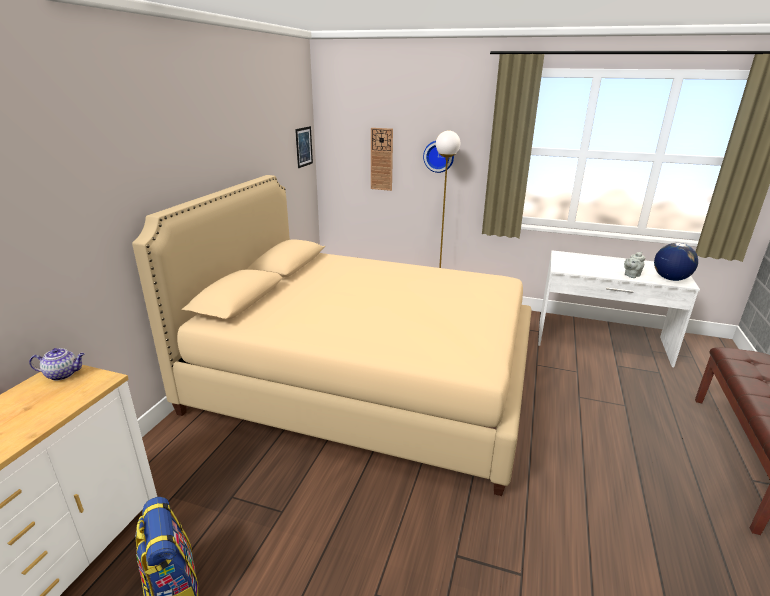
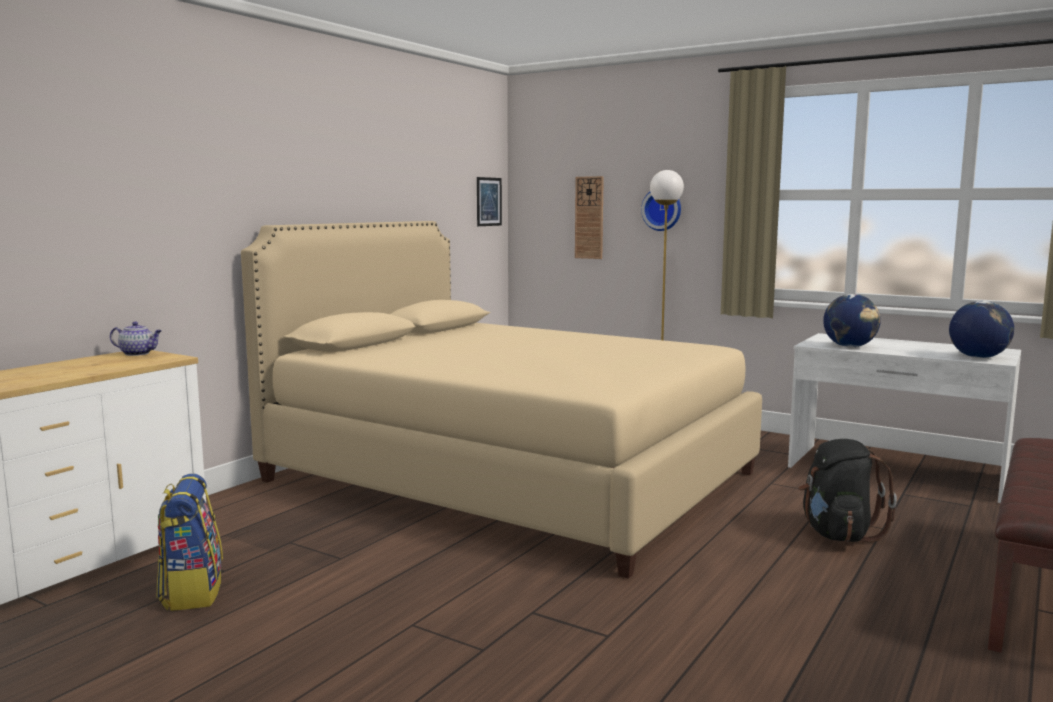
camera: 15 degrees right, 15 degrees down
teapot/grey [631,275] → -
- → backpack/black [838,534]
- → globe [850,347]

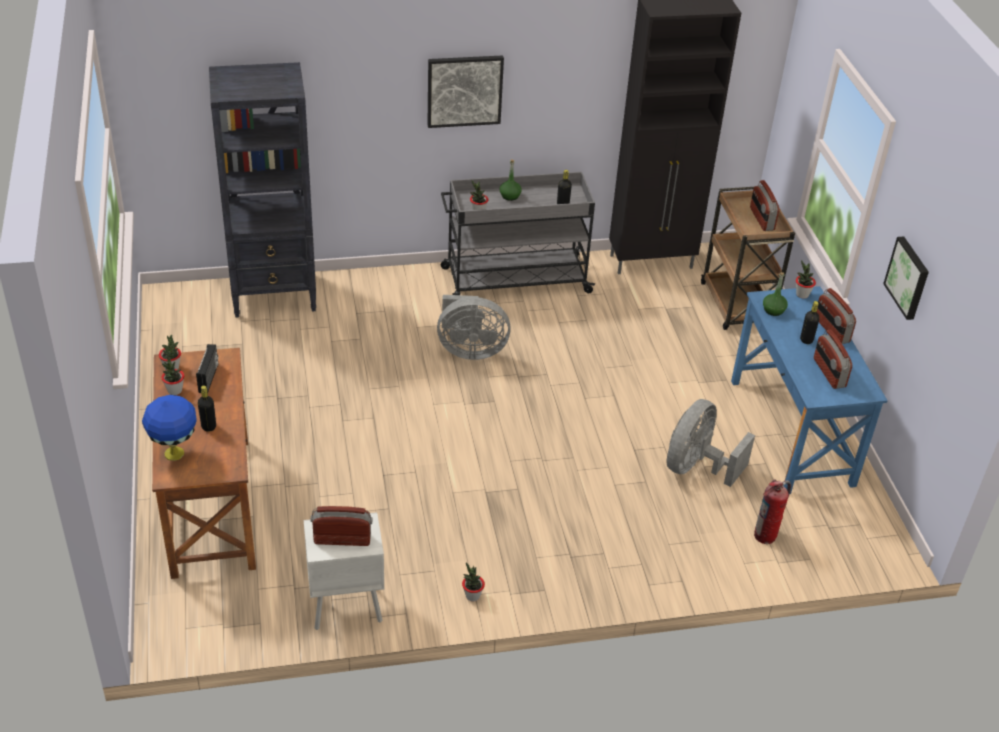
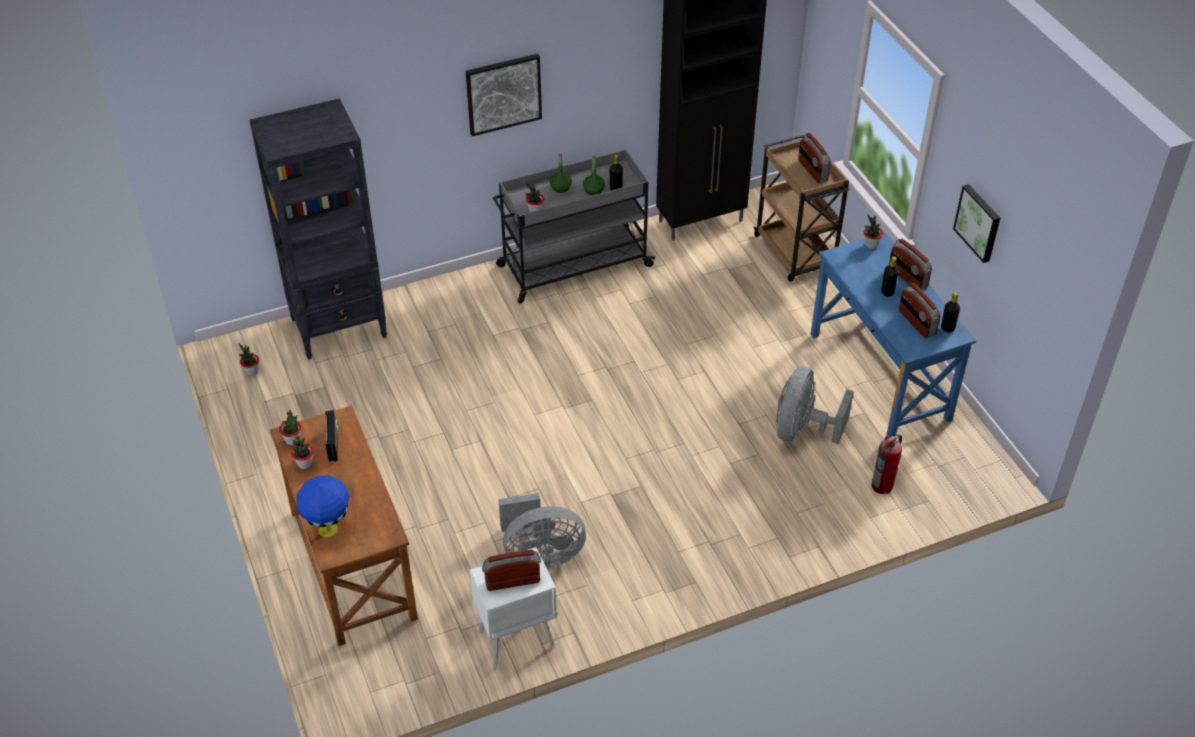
camera: 10 degrees left, 5 degrees up
drink bottle/black [208,426] → drink bottle/black [947,328], relocated
electric fan/grey [470,350] → electric fan/grey [540,555], relocated
plant in a pot [472,596] → plant in a pot [252,371], relocated
drink bottle/greenish [773,310] → drink bottle/greenish [593,190], relocated

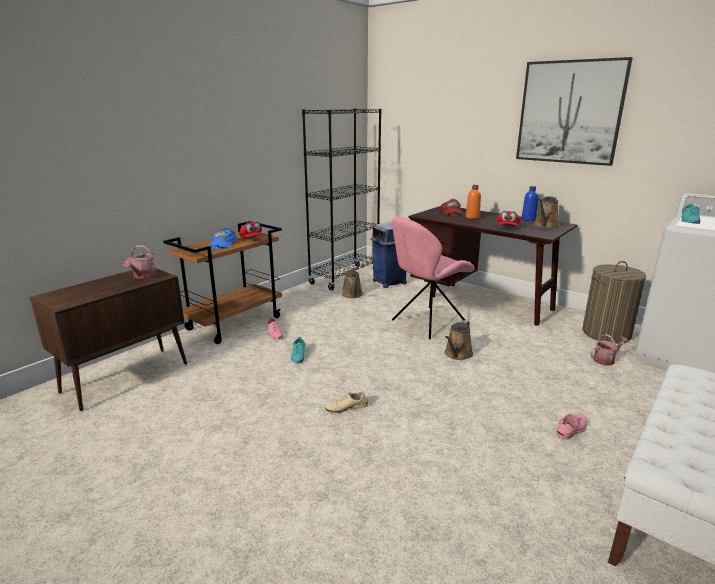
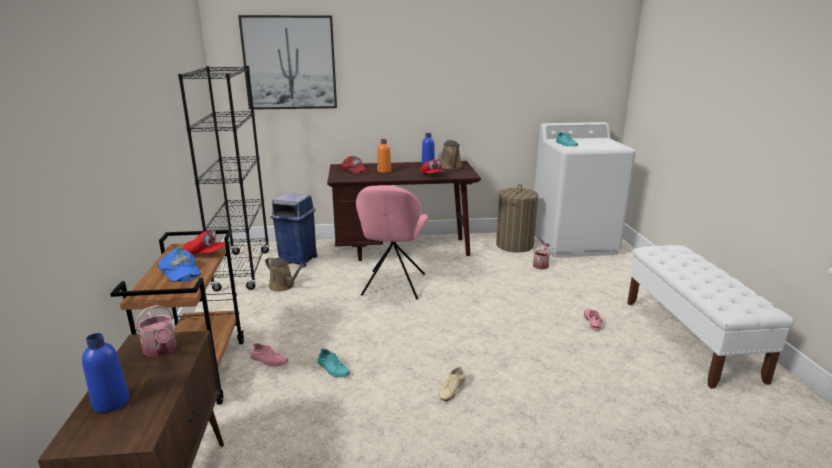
camera: 45 degrees left, 0 degrees up
sprinkling can/brown-coloured [457,354] → -
- → drink bottle/bluish [111,402]
picture [569,112] → picture [290,63], relocated

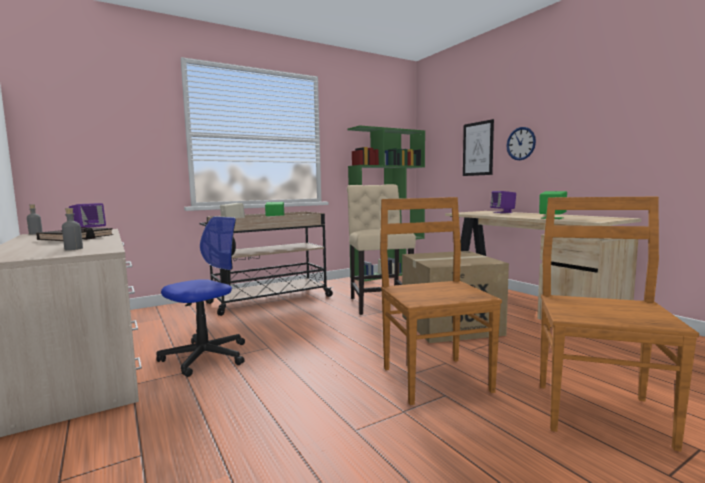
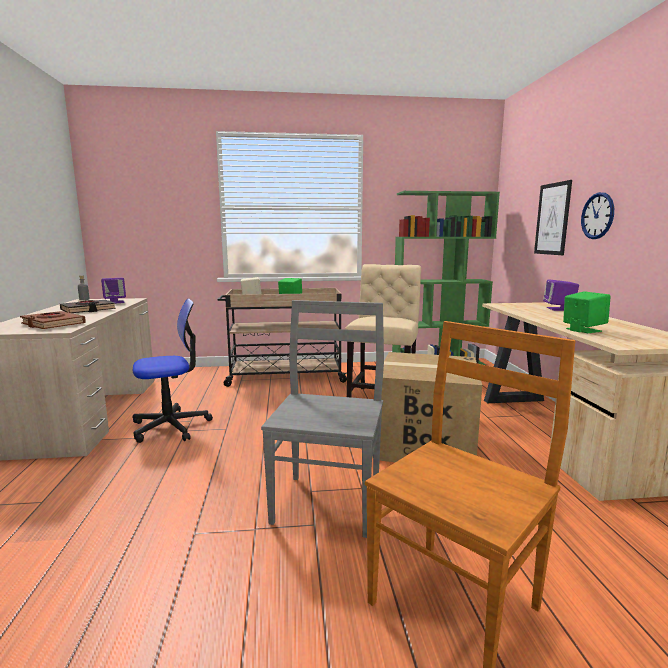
camera: 25 degrees right, 5 degrees up
drink bottle/grey [73,249] → bound book/brown-coloured [53,324]
chair/brown-coloured [434,378] → chair/grey [328,502]

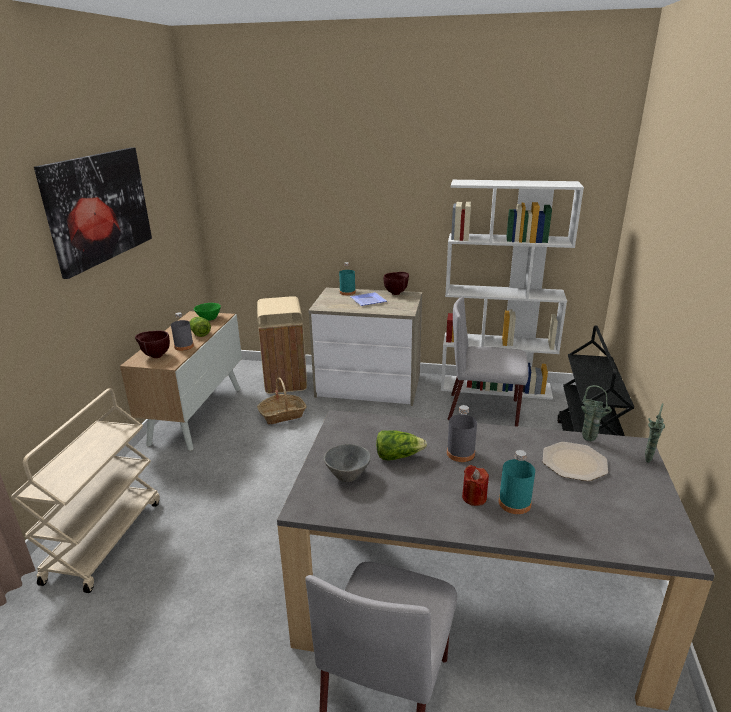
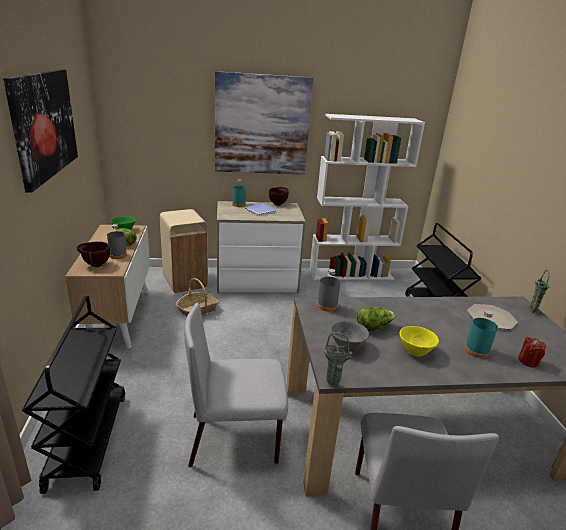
camera: 20 degrees left, 0 degrees up
- → picture [262,125]
- → serving bowl/yellowish [416,351]
drink bottle/grey [460,453] → drink bottle/grey [327,306], relocated
chair/grey [484,410] → chair/grey [236,438], relocated
wax candle/reddish [474,497] → wax candle/reddish [528,361], relocated
flower vase/greenish [590,441] → flower vase/greenish [334,384], relocated
trolley/sand-coloured [104,539] → trolley/black [87,439]

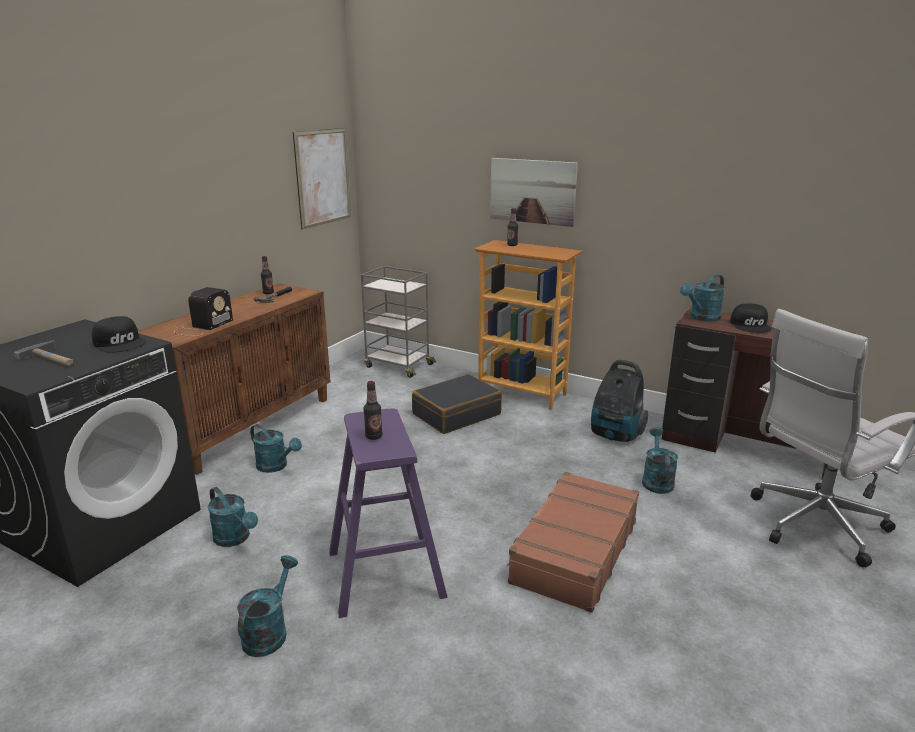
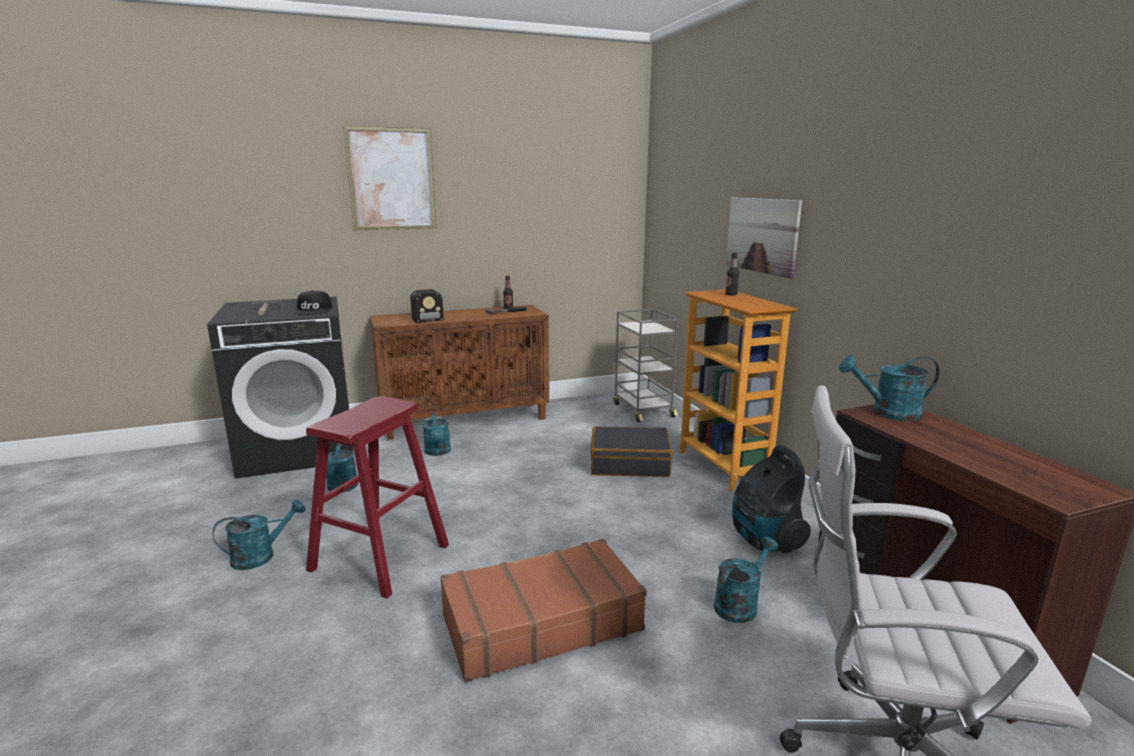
camera: 40 degrees right, 5 degrees down
drink bottle [373,436] → -
cap/black [751,325] → -
picture [323,177] → picture [391,179], relocated
stool/purplish [385,573] → stool/reddish [380,557]

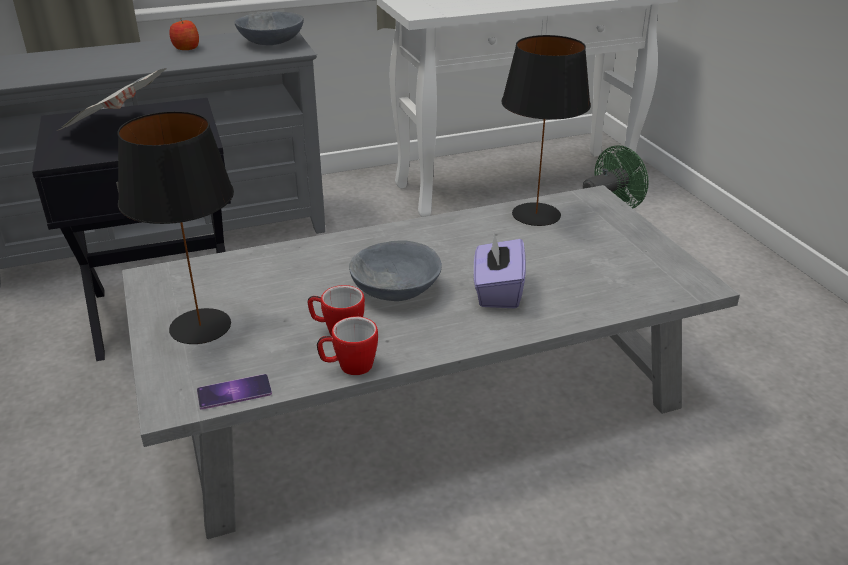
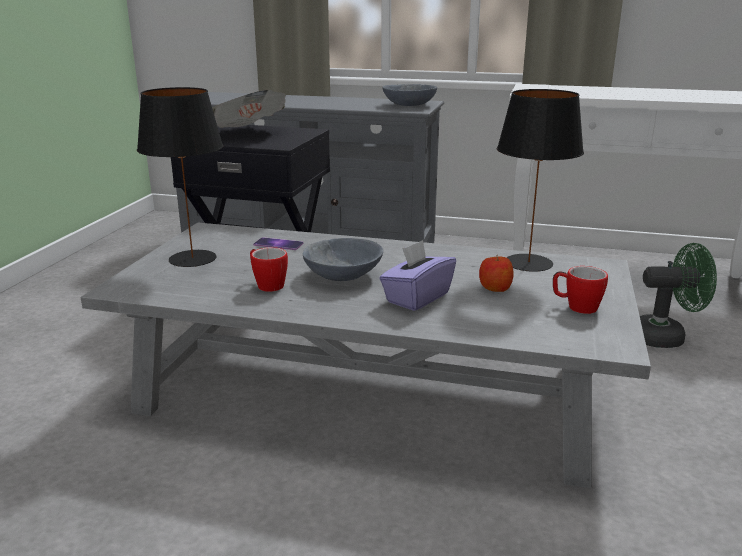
camera: 35 degrees right, 10 degrees down
whole apple [186,48] → whole apple [495,288], relocated
phone [234,392] → phone [278,244], relocated
coffee mug [349,367] → coffee mug [576,307], relocated

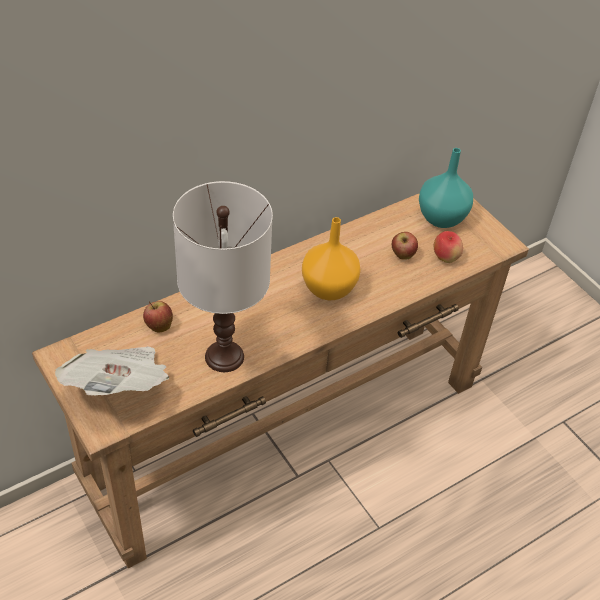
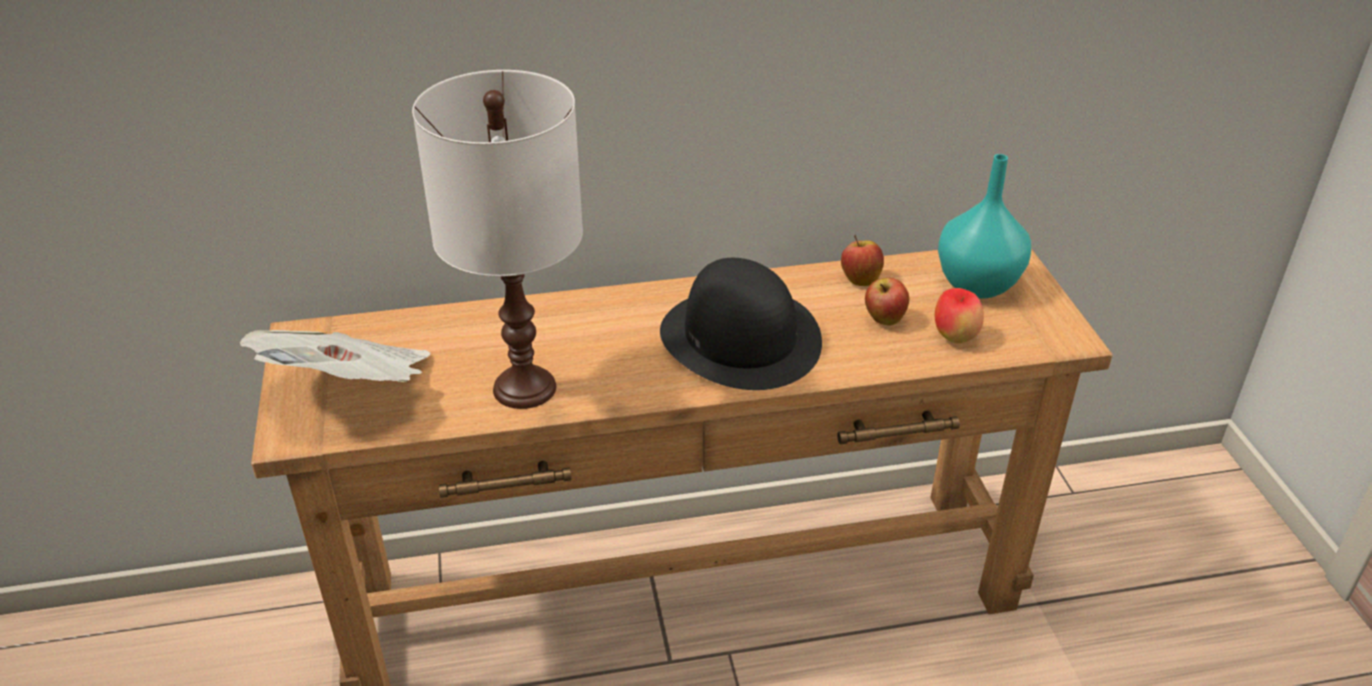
camera: 25 degrees right, 10 degrees down
whole apple [158,326] → whole apple [860,280], relocated
flower vase/orangey [330,288] → hat/black [741,338]

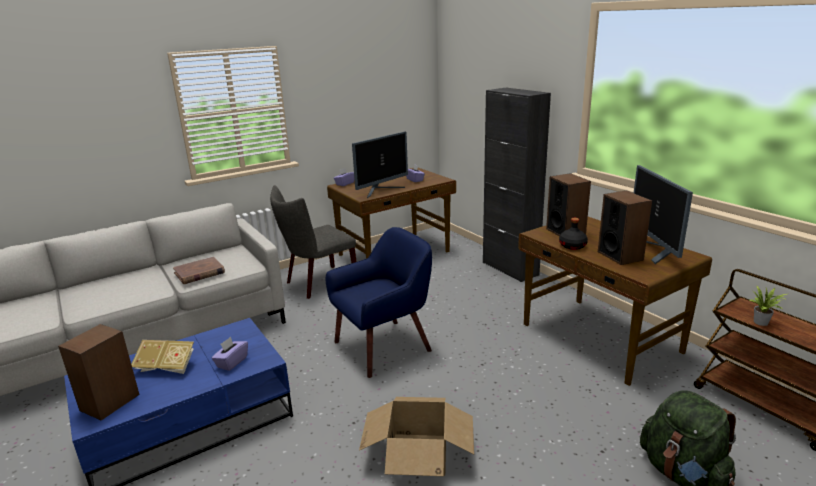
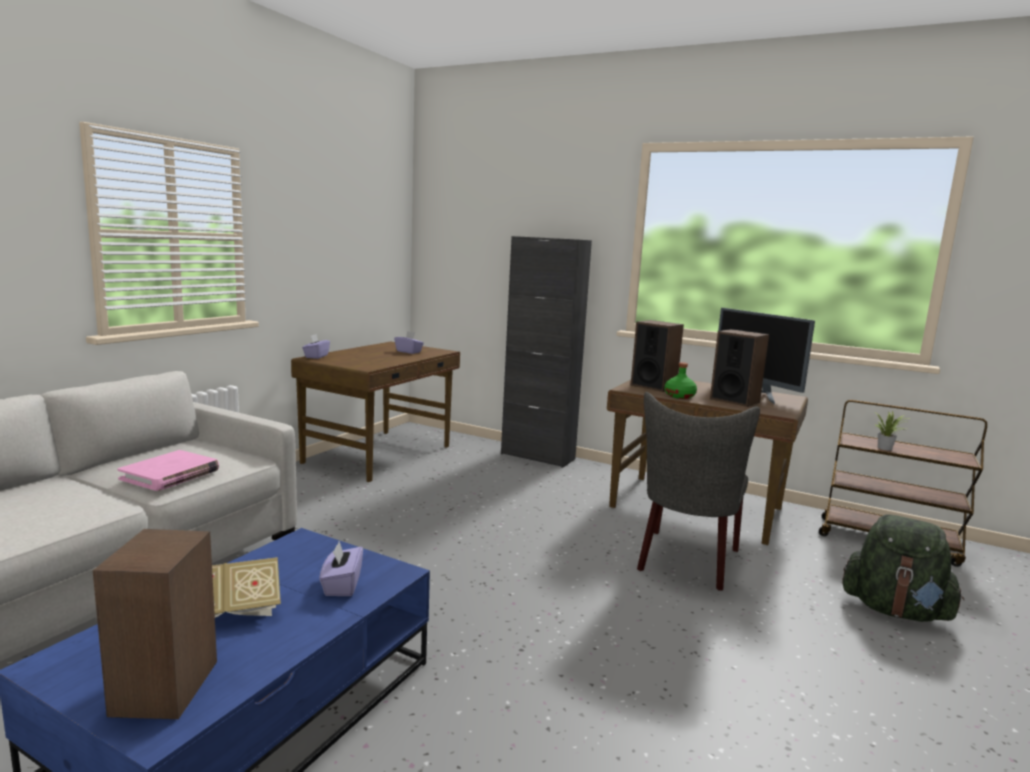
camera: 30 degrees left, 10 degrees down
easy chair/bluish [384,346] → -
computer display [381,190] → -
packing box [418,454] → -
chair/grey [317,283] → chair/grey [686,562], relocated
bound book/brown-coloured [199,273] → bound book/pinkish [170,474]
drink bottle/black [573,246] → drink bottle/greenish [680,396]

